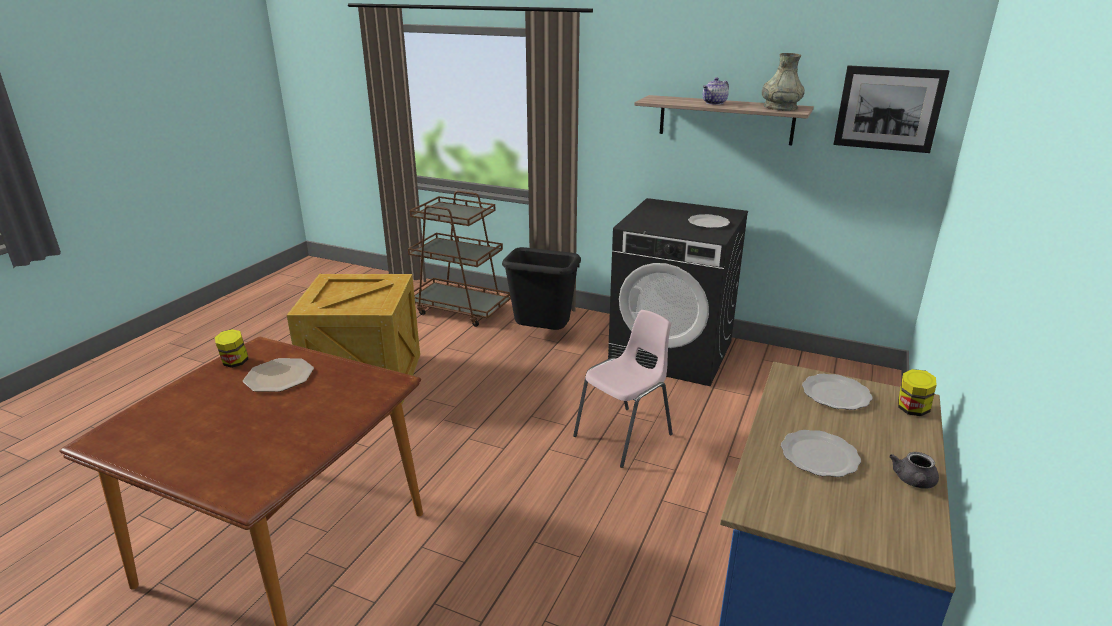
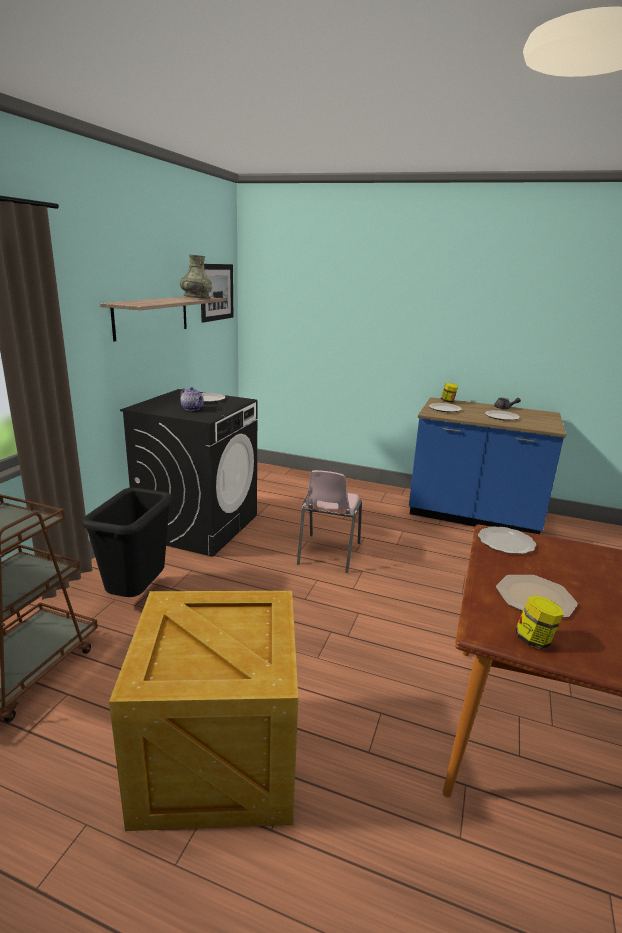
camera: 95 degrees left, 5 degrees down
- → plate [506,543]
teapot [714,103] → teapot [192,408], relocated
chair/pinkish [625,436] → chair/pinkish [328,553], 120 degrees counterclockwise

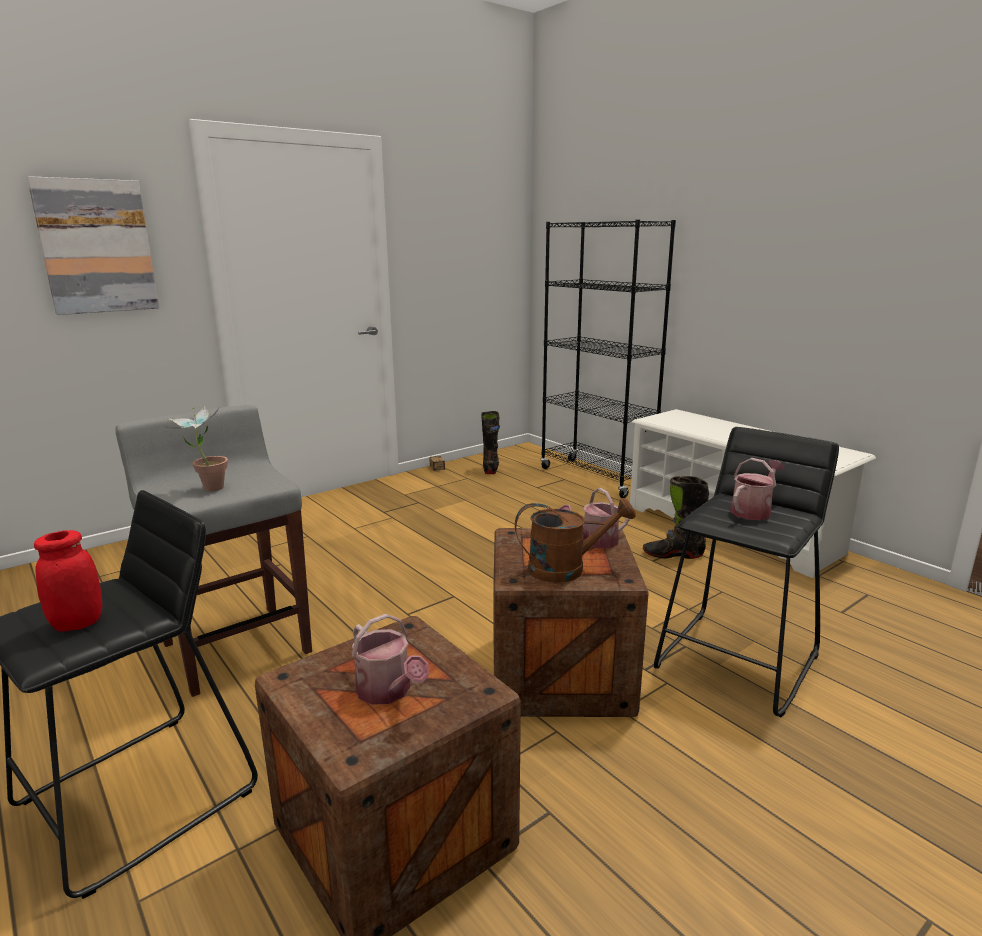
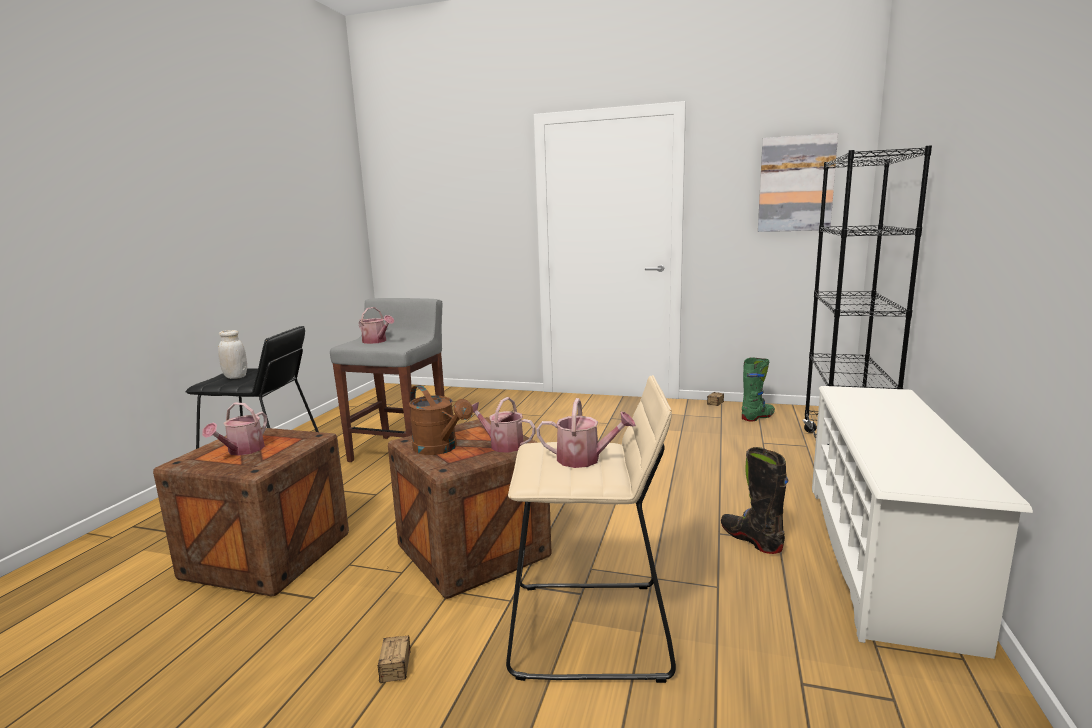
camera: 55 degrees right, 5 degrees down
- → storage box [398,649]
picture [96,247] → picture [796,184], relocated
plant in a pot [206,488] → sprinkling can [376,341]
preserve jar/reddish [77,623] → preserve jar/white [235,377]
tall boot/black [491,469] → tall boot/greenish [758,417]
stool/black [737,661] → stool/sand-coloured [589,629]

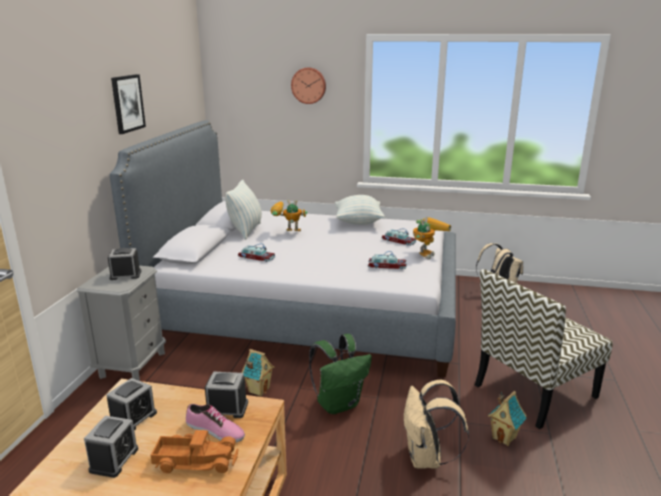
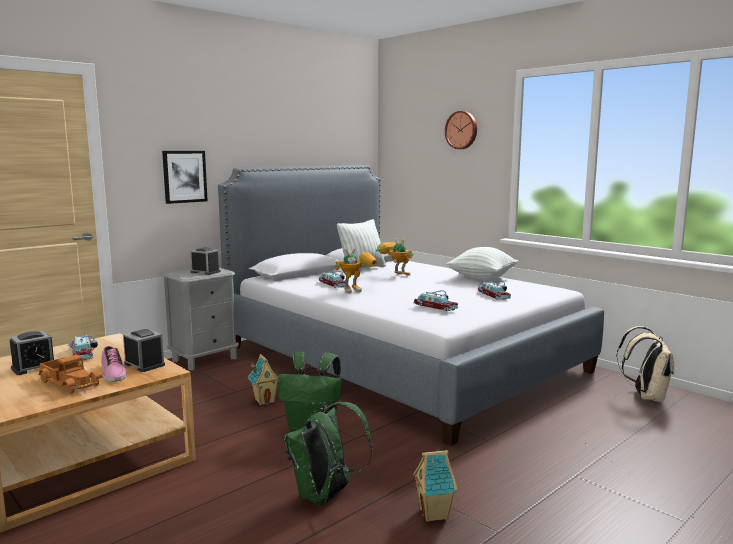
camera: 35 degrees right, 10 degrees down
chair [534,392] → -
picture [127,103] → picture [184,176], relocated
model robot [426,253] → model robot [357,290], relocated
bedside clock [133,419] → toy car [84,353]
backpack/sand-coloured [426,458] → backpack/greenish [325,496]

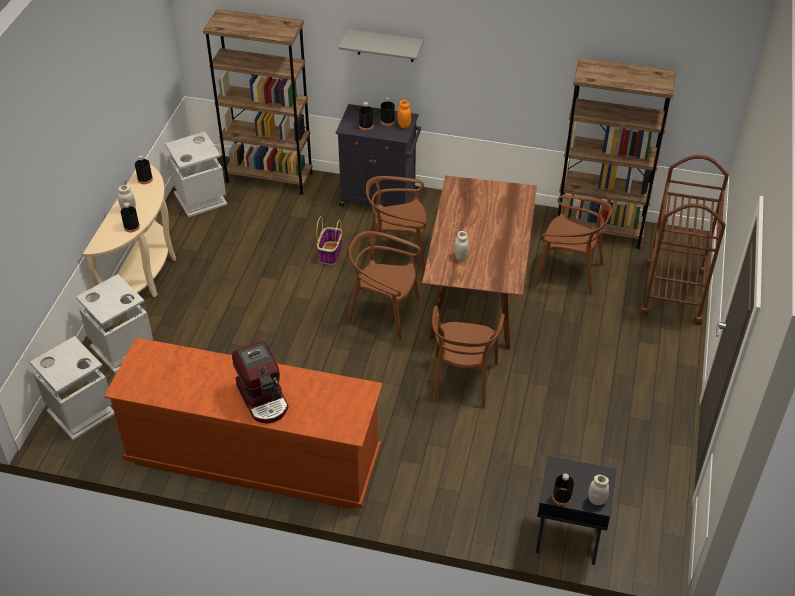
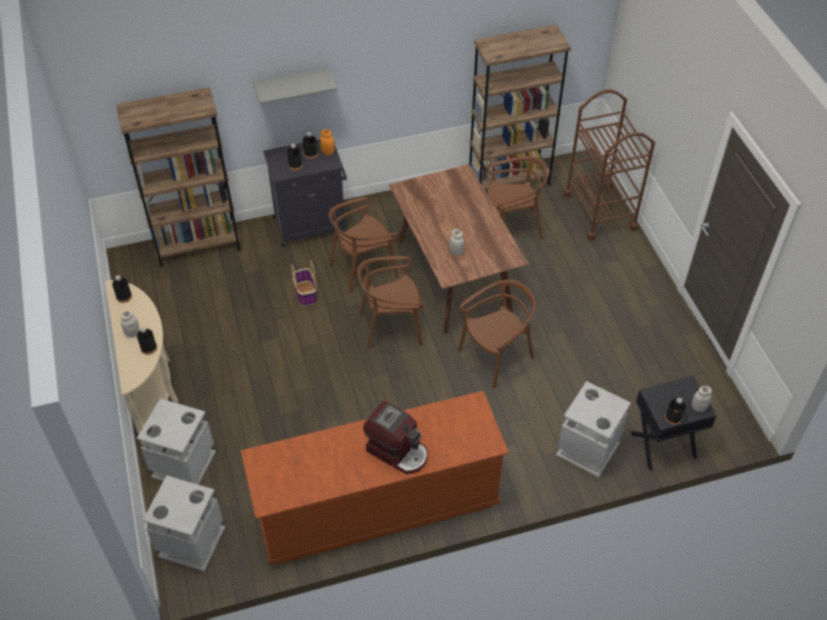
camera: 30 degrees left, 5 degrees up
rubbish bin/grey [200,199] → rubbish bin/grey [588,450], relocated
chair/brown-coloured [462,380] → chair/brown-coloured [496,356], 105 degrees counterclockwise

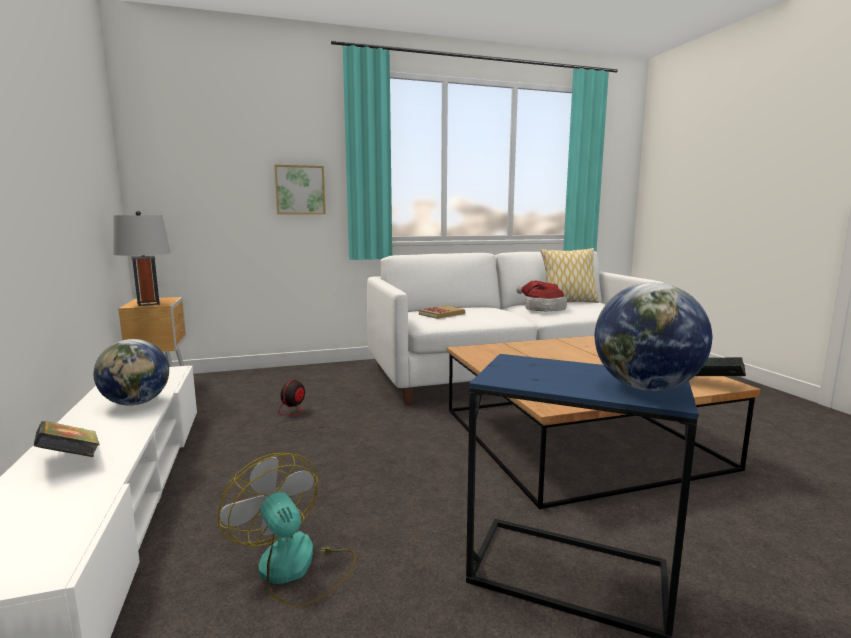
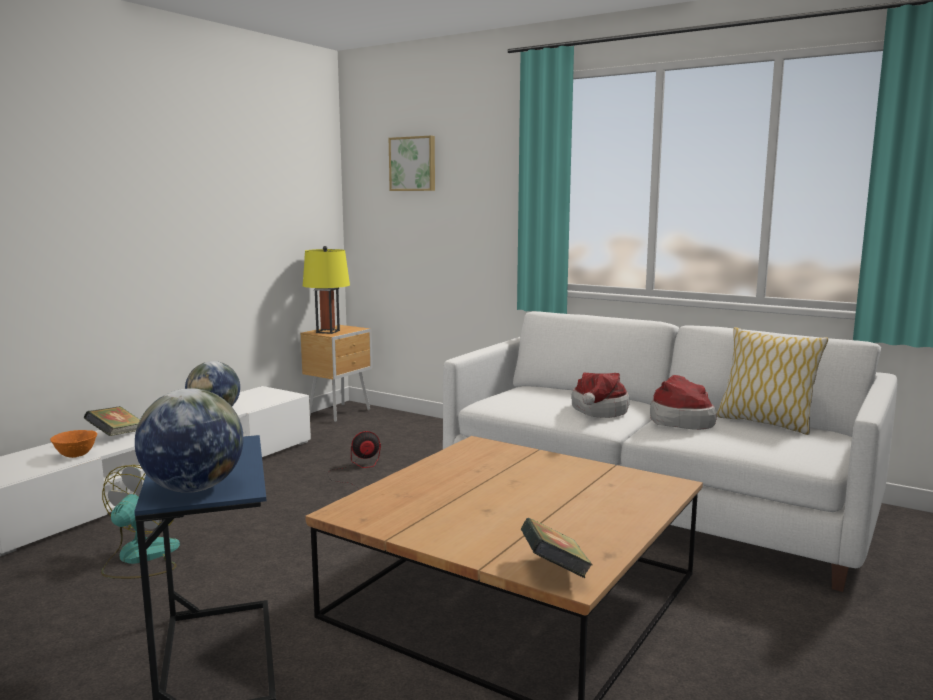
camera: 50 degrees right, 0 degrees up
bound book [441,314] → -
- → serving bowl/orangey [76,456]
- → hat [598,411]
picture [300,190] → picture [413,164], relocated
table lamp/grey [148,303] → table lamp/yellowish [328,331]

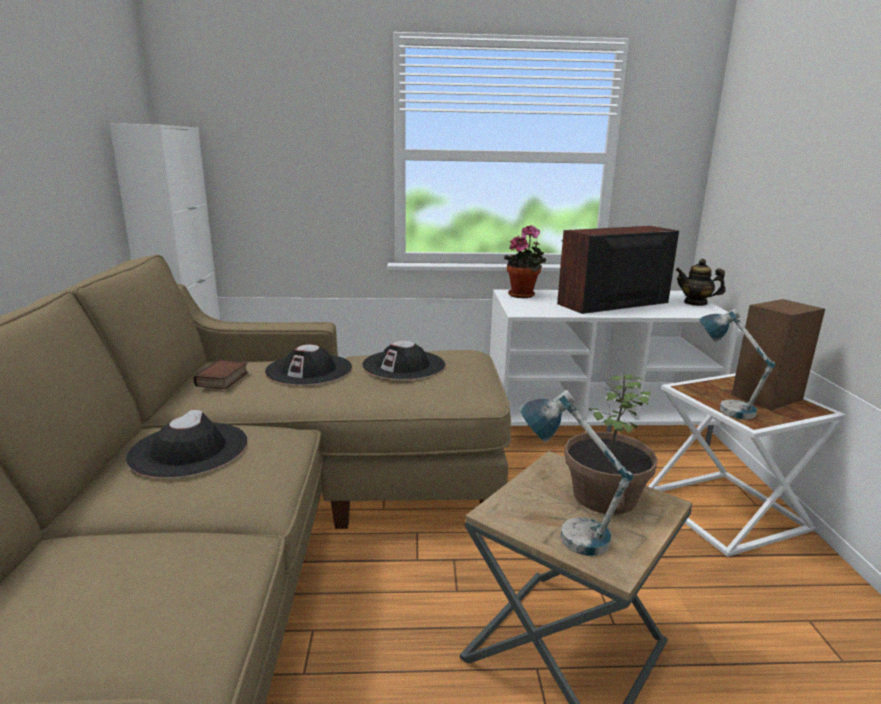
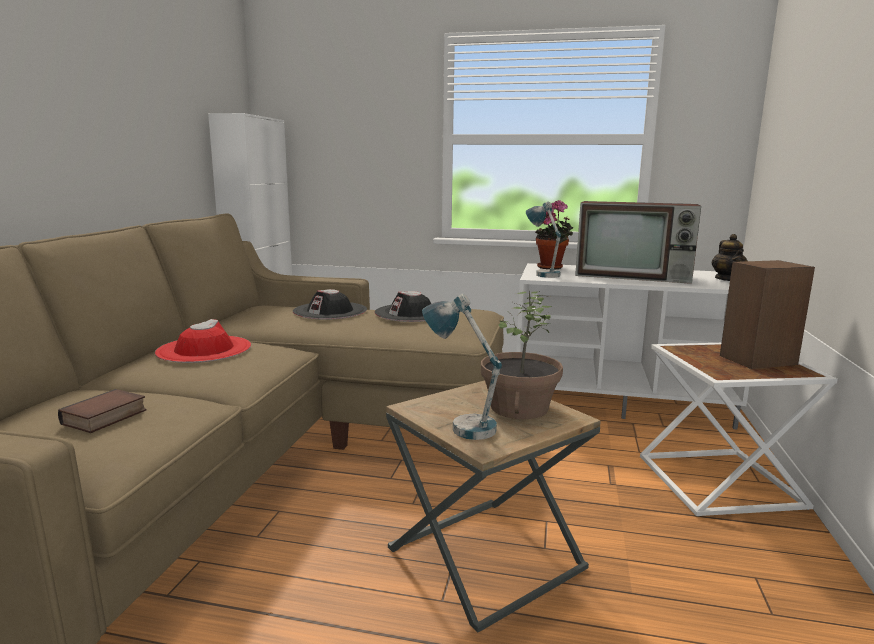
camera: 15 degrees right, 5 degrees down
bound book [223,379] → bound book [105,418], relocated
table lamp [723,406] → table lamp [542,273], relocated
hat/black [188,449] → hat/reddish [204,349]
television [611,303] → television [634,276], 150 degrees counterclockwise
teapot [695,303] → teapot [727,279], 135 degrees counterclockwise

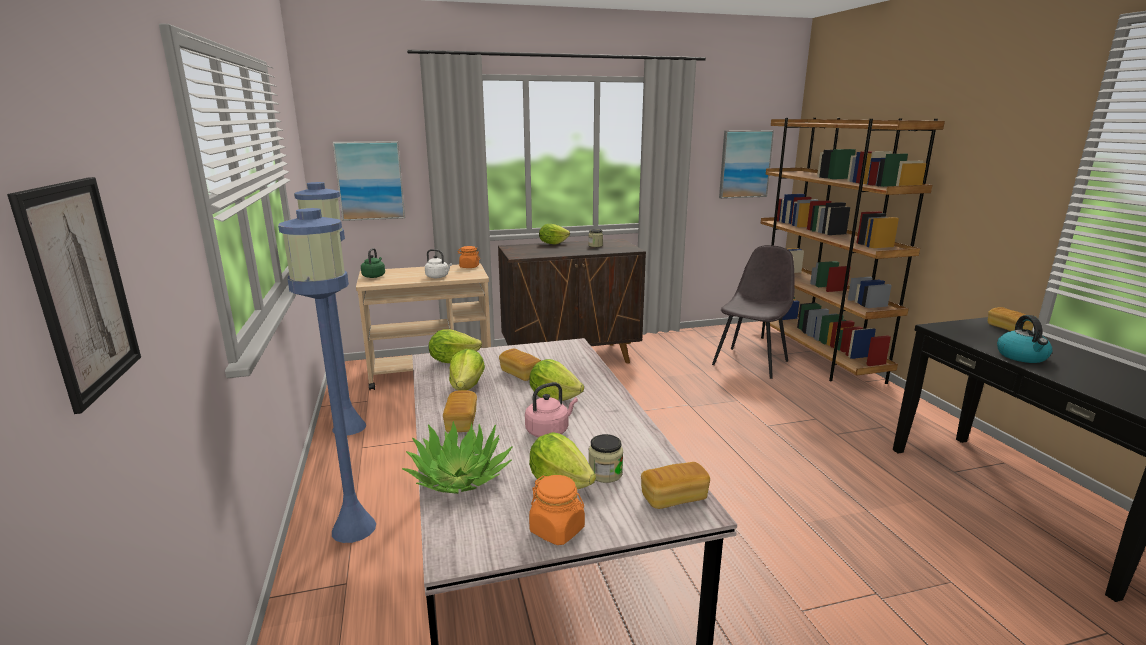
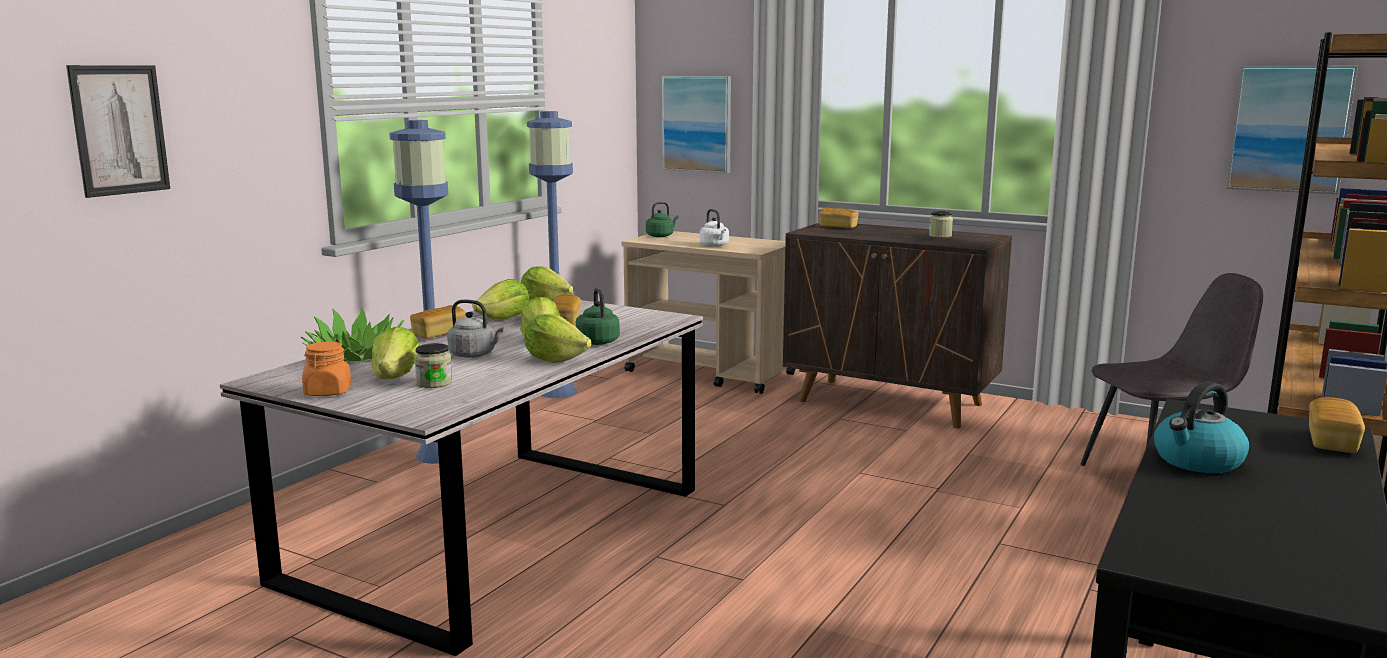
camera: 45 degrees right, 5 degrees down
preserve jar/orangey [469,267] → -
- → water kettle/greenish [597,341]
head of lettuce [552,243] → head of lettuce [555,359], relocated
baked bread [674,498] → baked bread [838,227], relocated
water kettle/pinkish [549,431] → water kettle/grey [474,355]

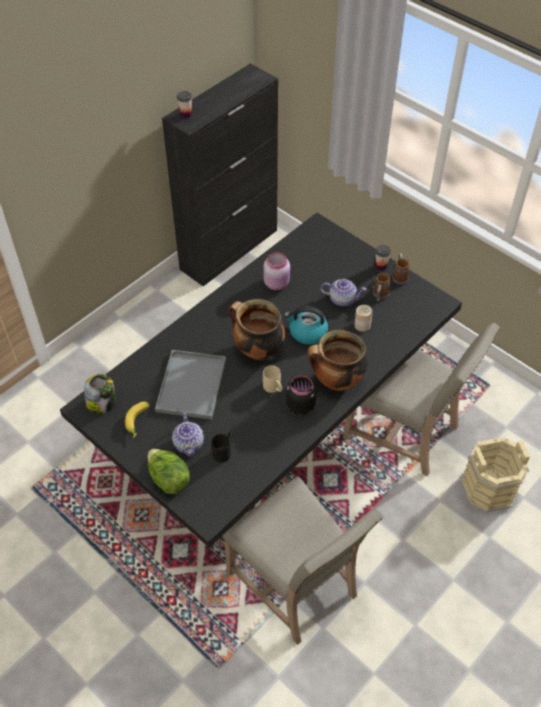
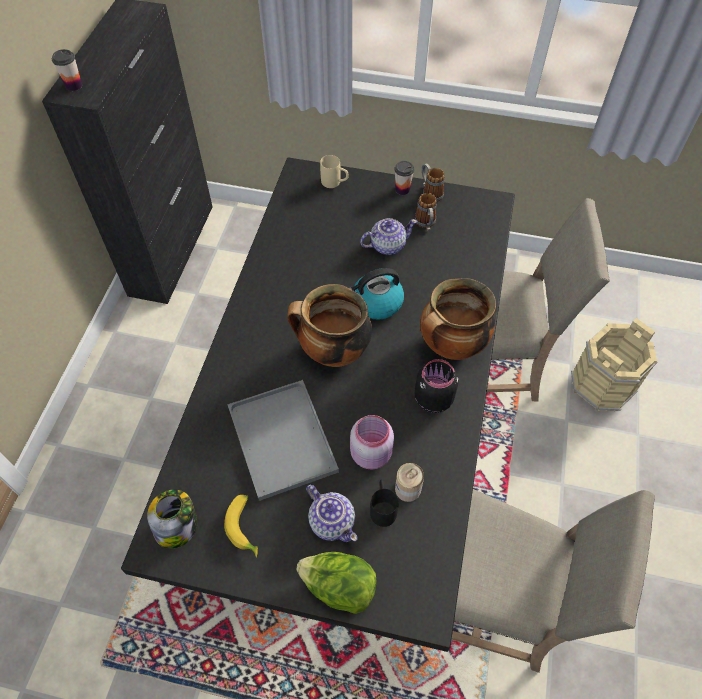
camera: 30 degrees left, 5 degrees up
preserve jar/pinkish [277,283] → preserve jar/pinkish [372,453], relocated
coffee mug/sand-coloured [274,389] → coffee mug/sand-coloured [335,183], relocated
can [362,325] → can [408,489], relocated

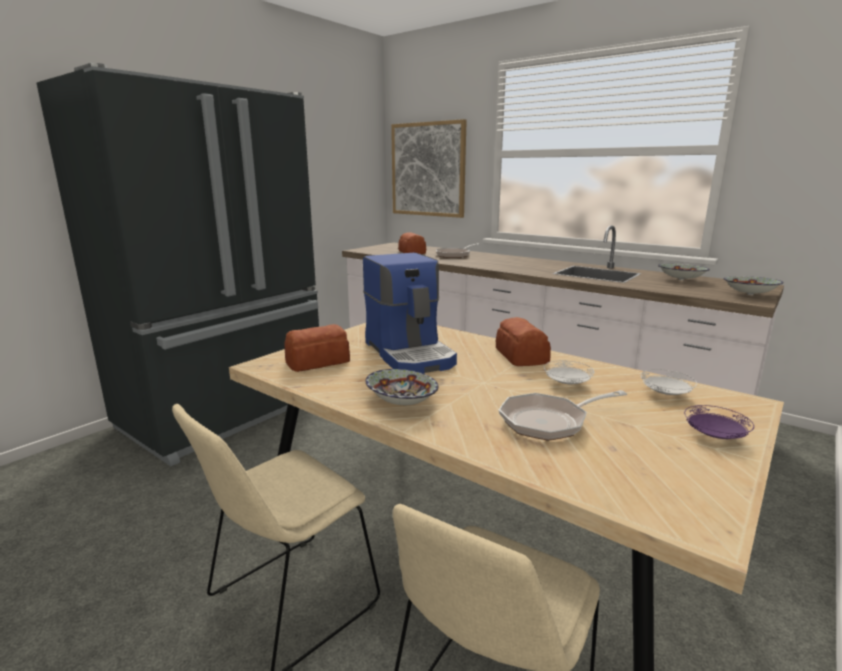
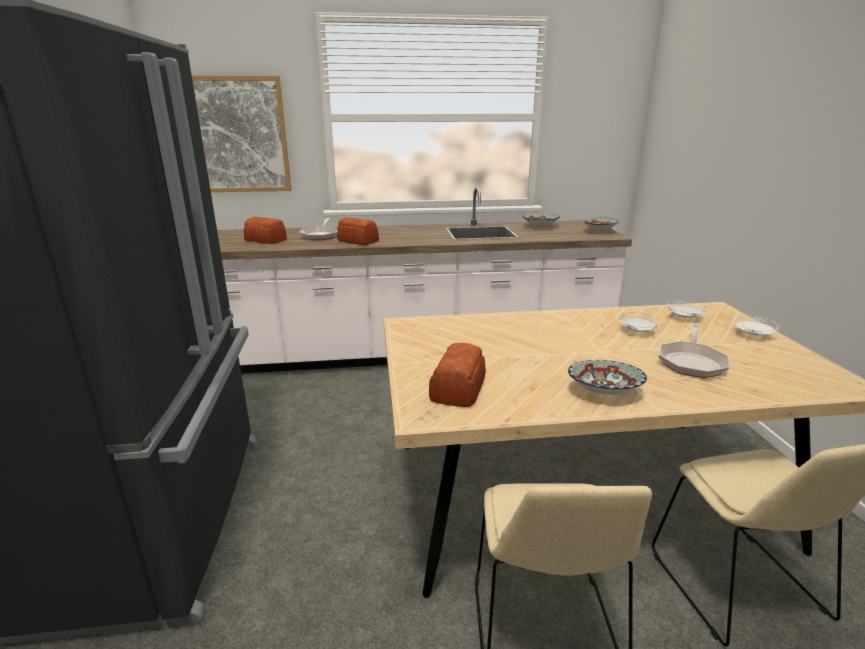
camera: 45 degrees left, 5 degrees up
coffee maker [410,353] → -
baked bread [520,356] → baked bread [358,241], relocated
plate/purplish [714,436] → plate/white [752,335]

